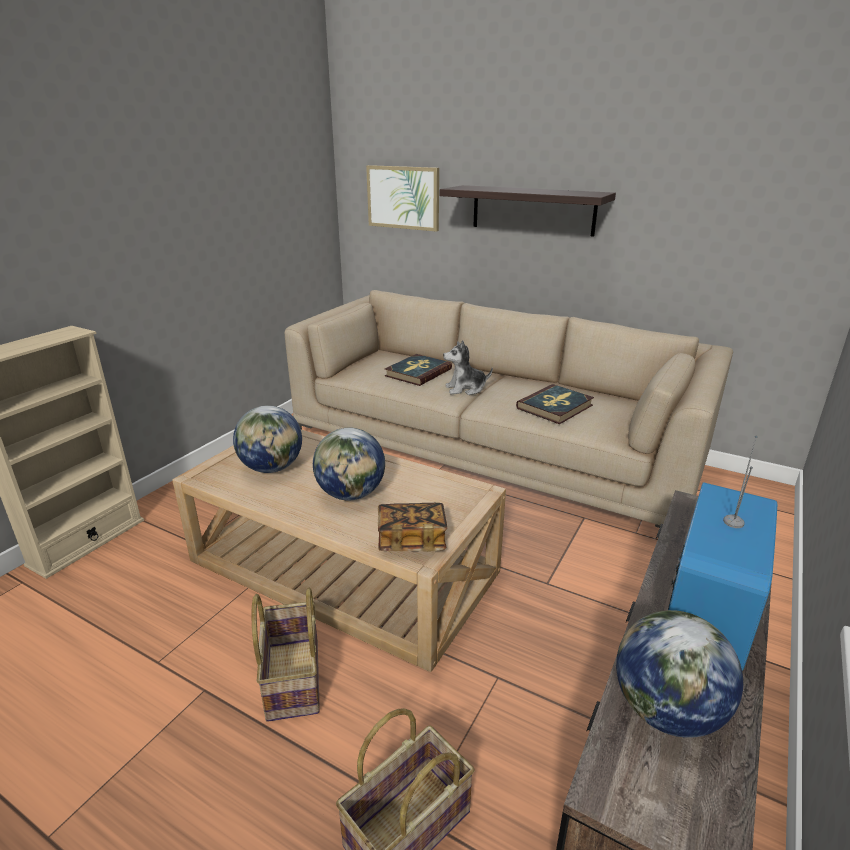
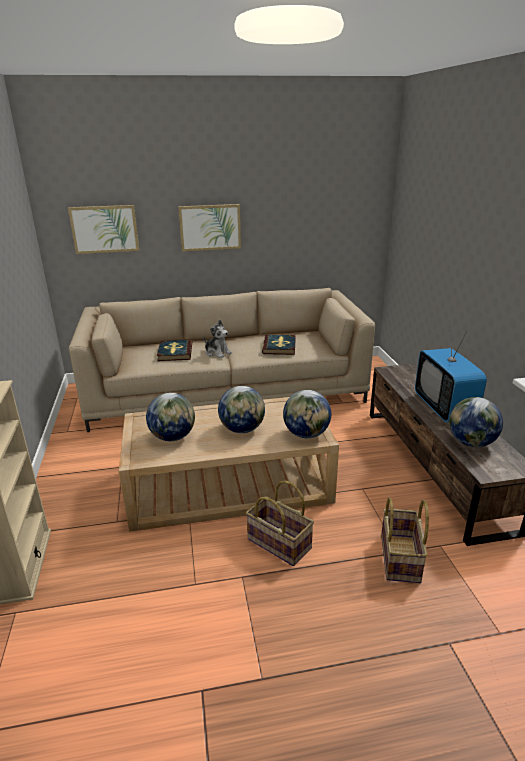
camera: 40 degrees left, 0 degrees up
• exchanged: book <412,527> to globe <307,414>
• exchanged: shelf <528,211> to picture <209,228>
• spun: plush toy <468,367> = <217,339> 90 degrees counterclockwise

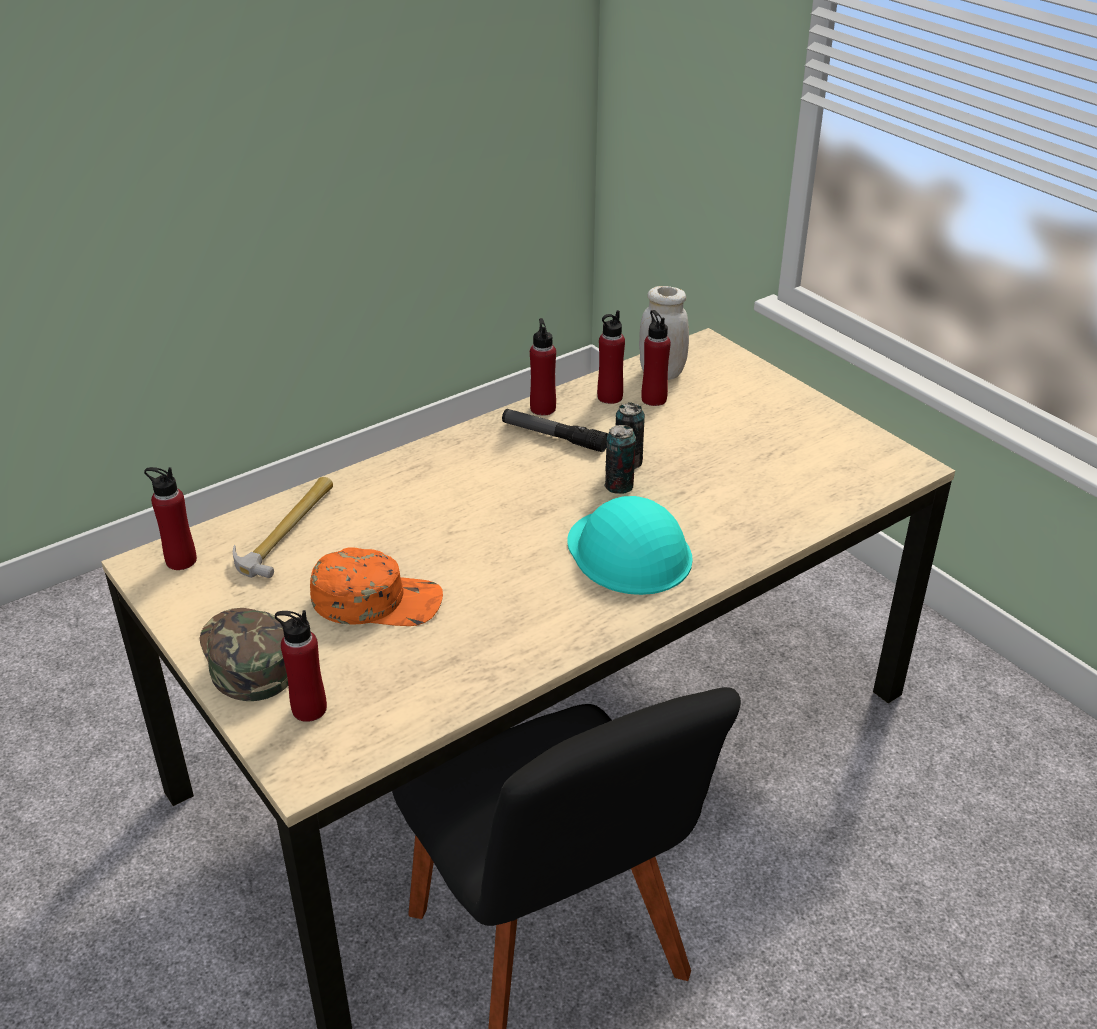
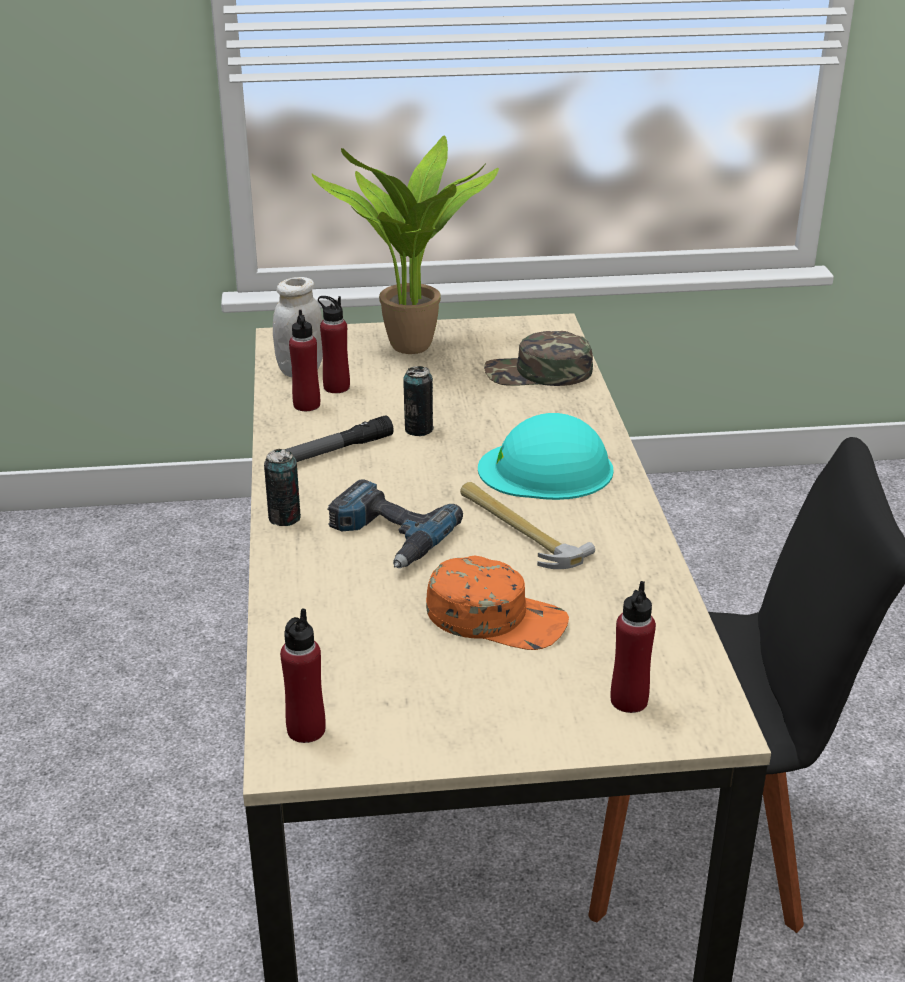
camera: 60 degrees left, 5 degrees down
• relocated: green cap <244,654> to <538,358>
• relocated: hammer <283,527> to <527,525>
• spun: orange cap <376,586> = <497,603> 75 degrees clockwise
• missing: red bottle <543,367>
• relocated: can <620,459> to <282,487>
• appeared: potted plant <405,245>
• appeared: power drill <395,523>

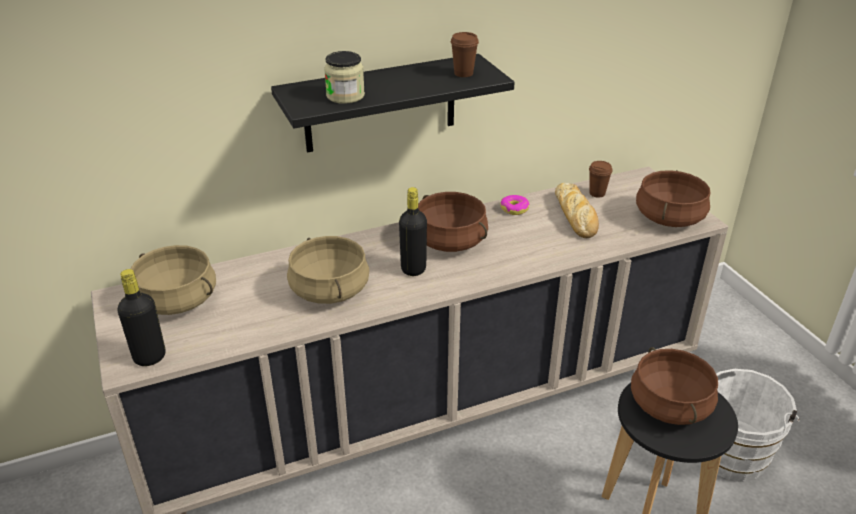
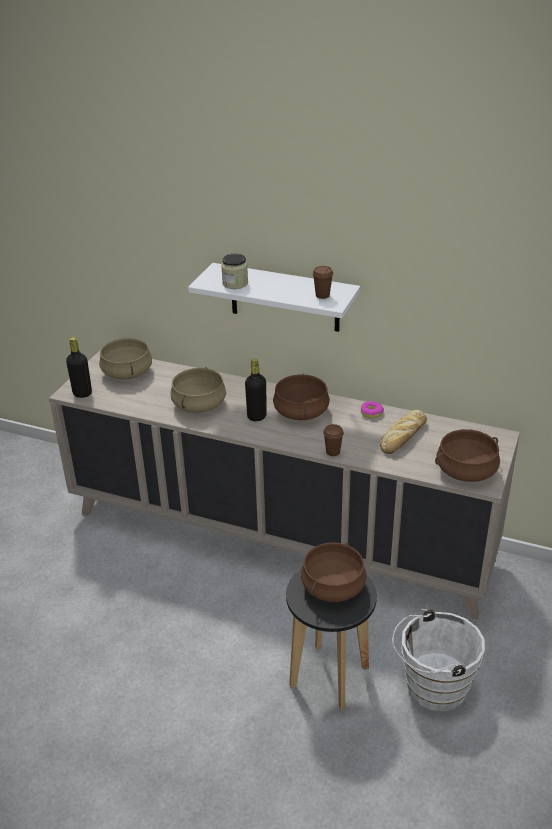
camera: 45 degrees right, 0 degrees up
• colour: black shelf <393,103> to white shelf <274,297>
• relocated: brown cup <601,179> to <333,440>

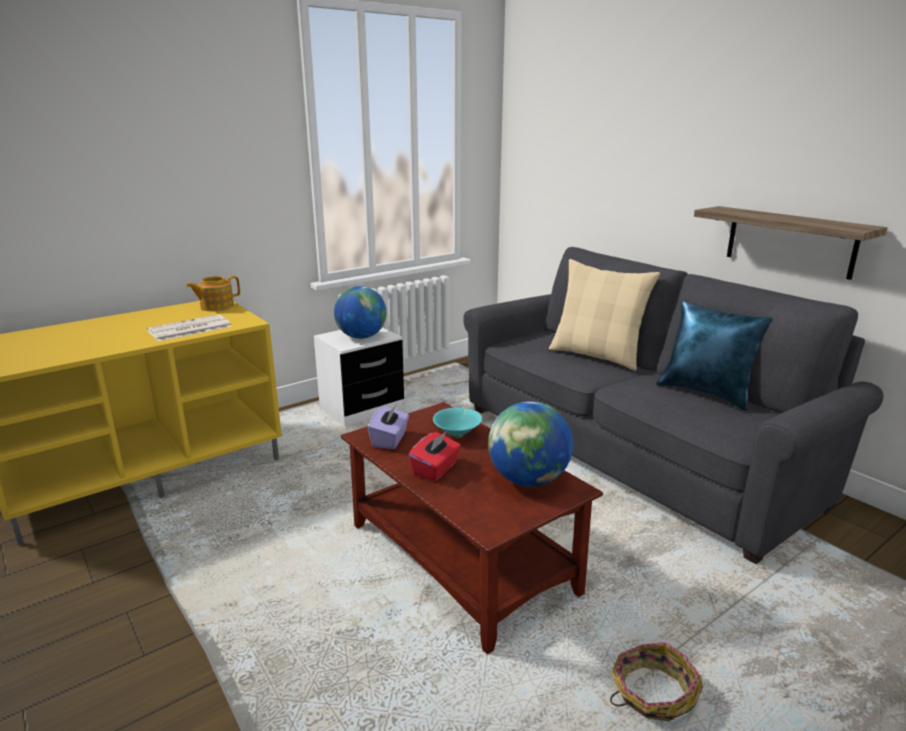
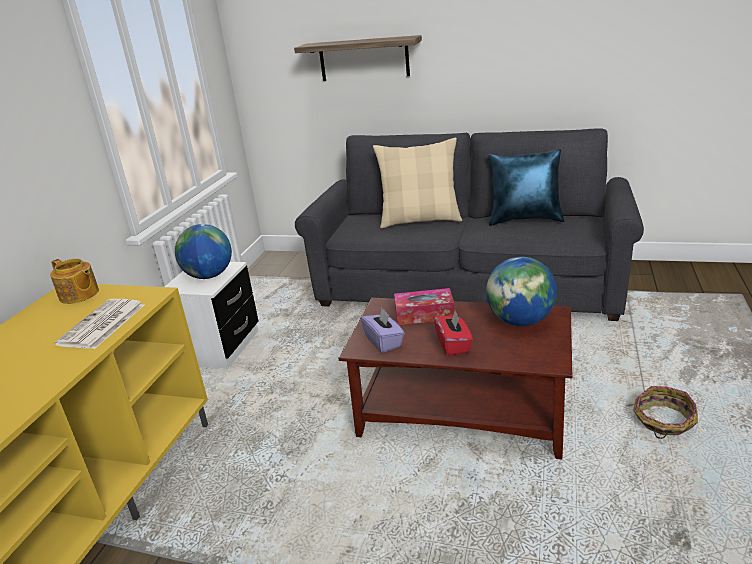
camera: 35 degrees left, 5 degrees up
• spun: teapot <213,293> = <74,281> 75 degrees counterclockwise
• exchanged: turquoise bowl <457,422> to tissue box <424,306>
• relocated: shelf <790,243> to <358,58>

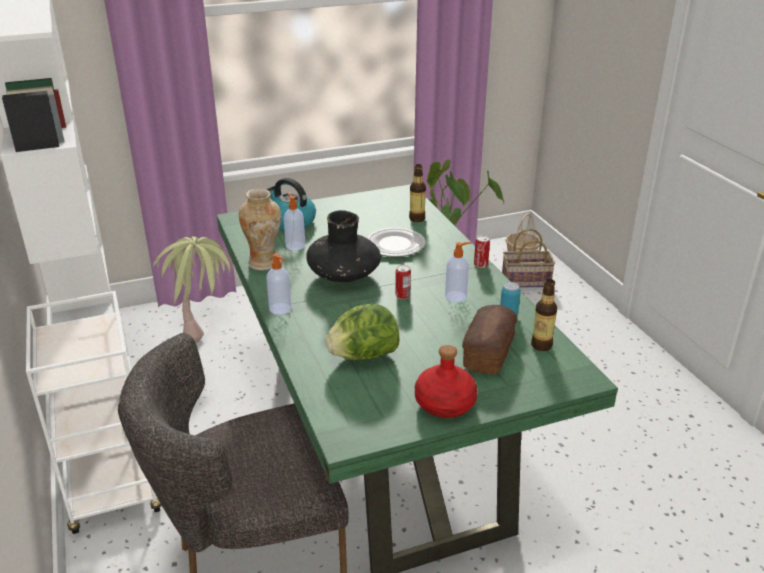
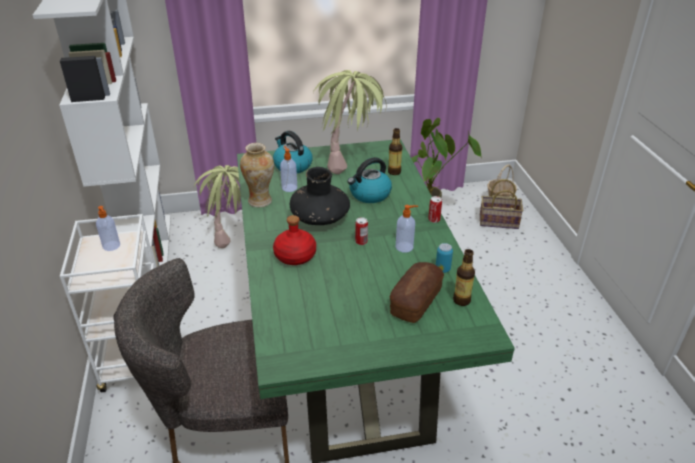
camera: 10 degrees right, 5 degrees up
• relocated: soap dispenser <278,284> to <108,228>
• missing: lettuce <363,332>
• exchanged: plate <396,242> to kettle <369,180>
• relocated: red bottle <446,381> to <294,240>
• appeared: potted plant <349,122>

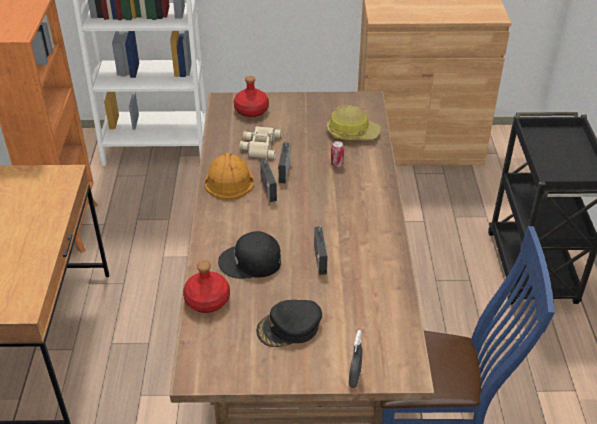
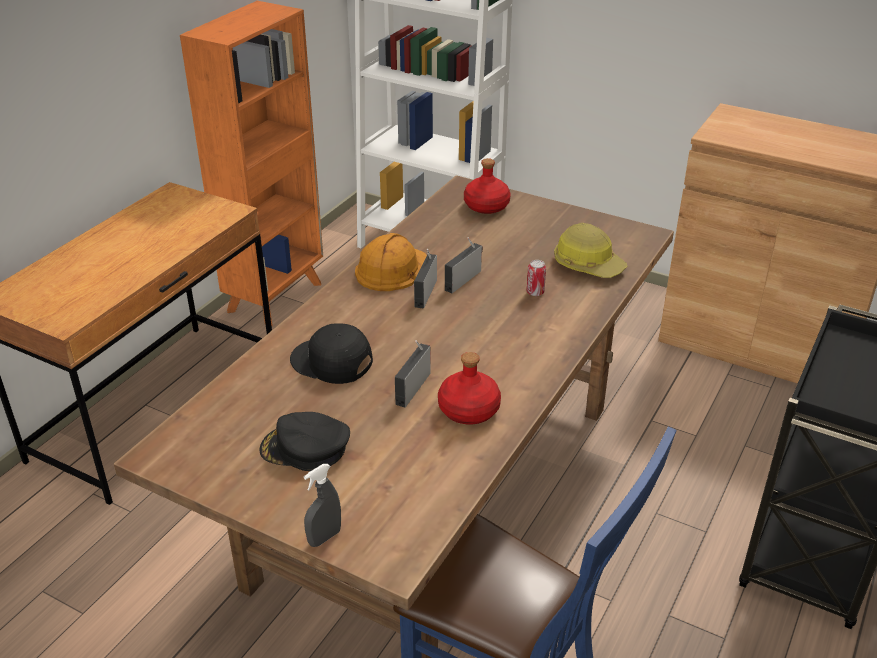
camera: 30 degrees right, 5 degrees down
• relocated: red bottle <206,287> to <469,388>
• missing: beige binoculars <260,142>

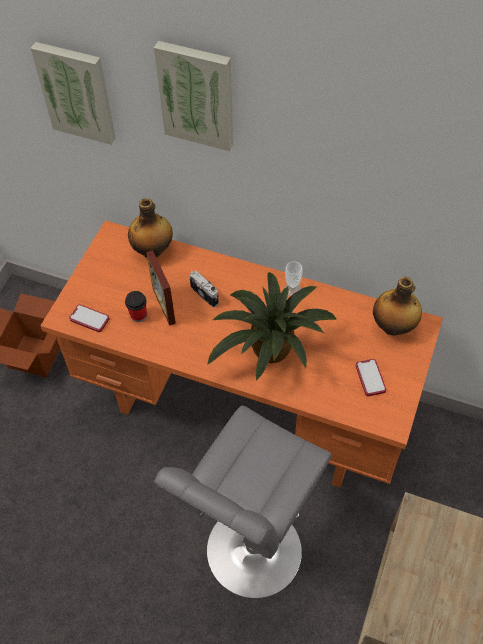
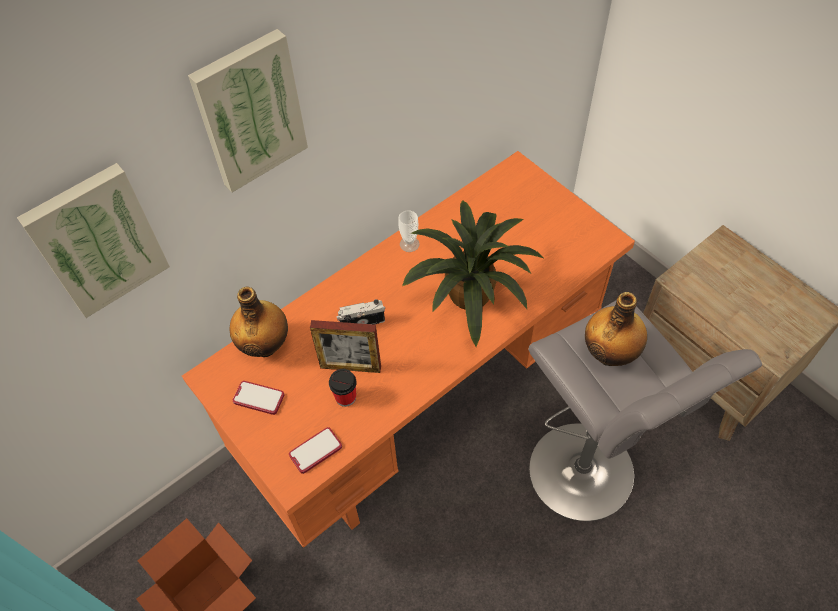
camera: 60 degrees left, 0 degrees up
• relocated: phone <370,377> to <258,398>
• relocated: bottle <397,306> to <616,329>

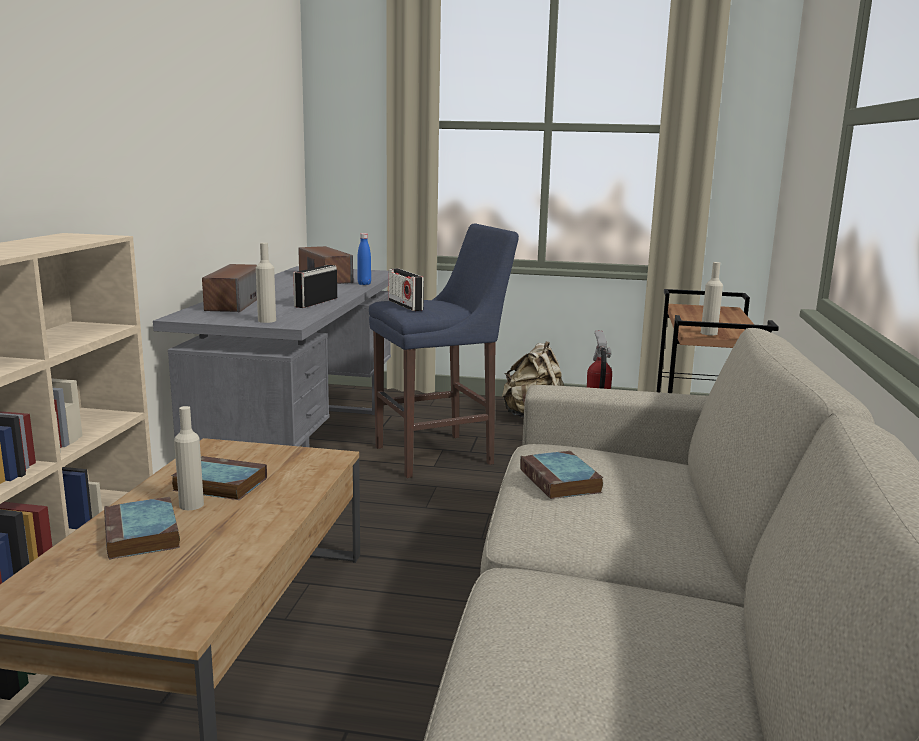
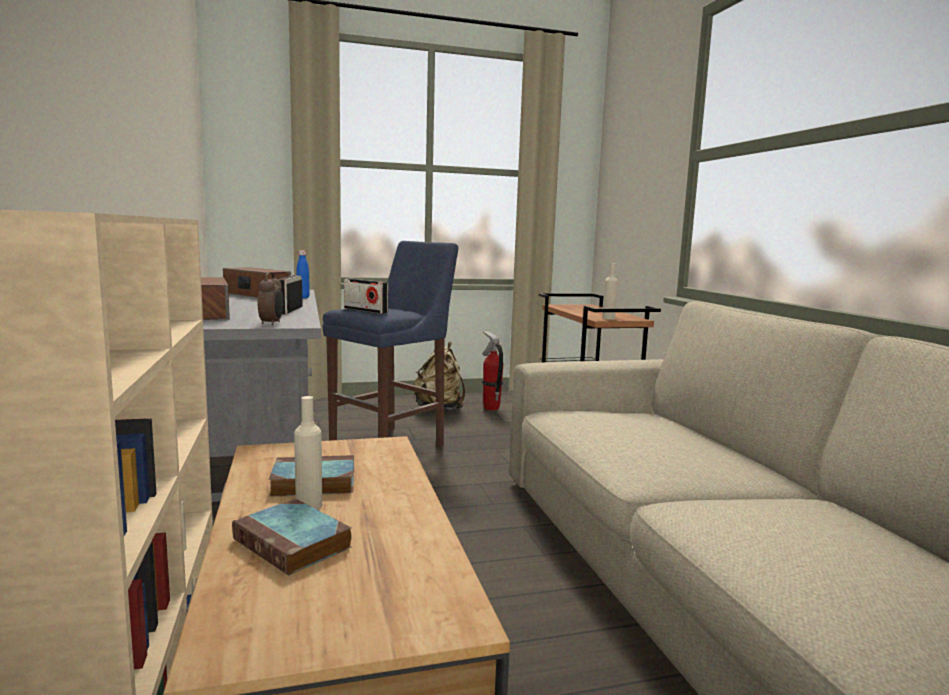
camera: 25 degrees left, 5 degrees down
• exchanged: beige bottle <266,283> to alarm clock <270,298>
• missing: book <561,475>

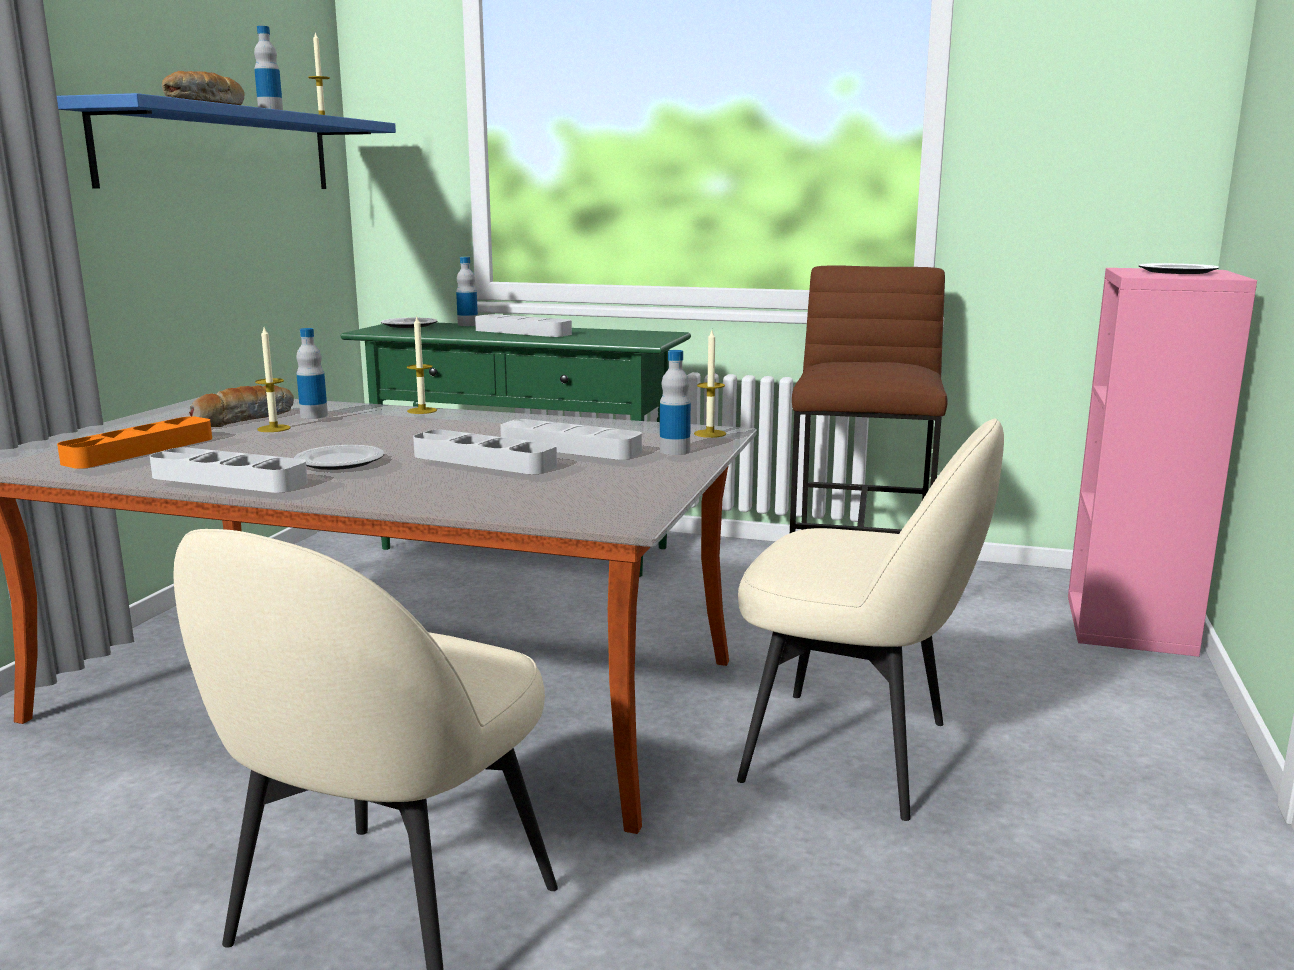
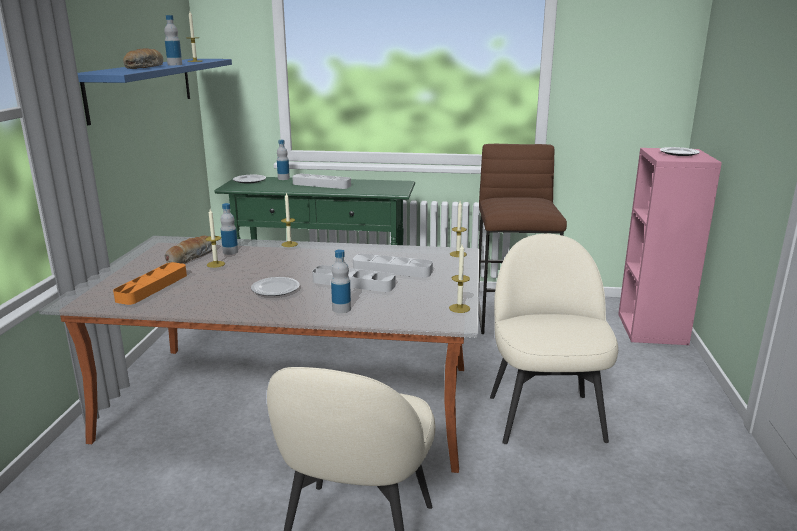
camera: 10 degrees left, 5 degrees up
• missing: grey tray <229,470>
• relocated: bottle <675,402> to <341,281>
• spun: beige chair <870,619> = <554,339> 105 degrees counterclockwise
• appeared: candle <459,279>

